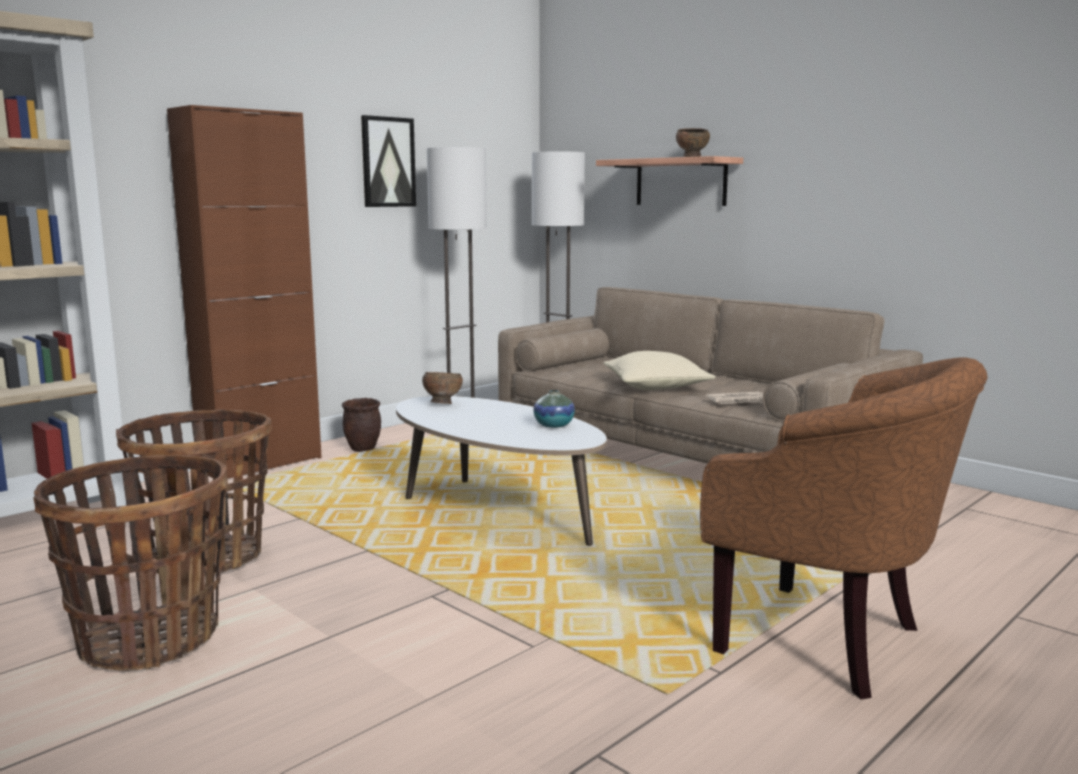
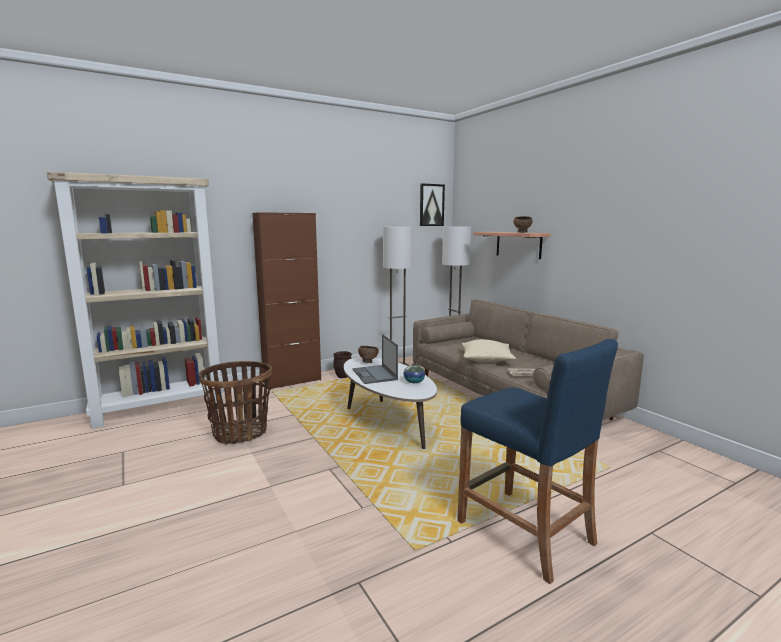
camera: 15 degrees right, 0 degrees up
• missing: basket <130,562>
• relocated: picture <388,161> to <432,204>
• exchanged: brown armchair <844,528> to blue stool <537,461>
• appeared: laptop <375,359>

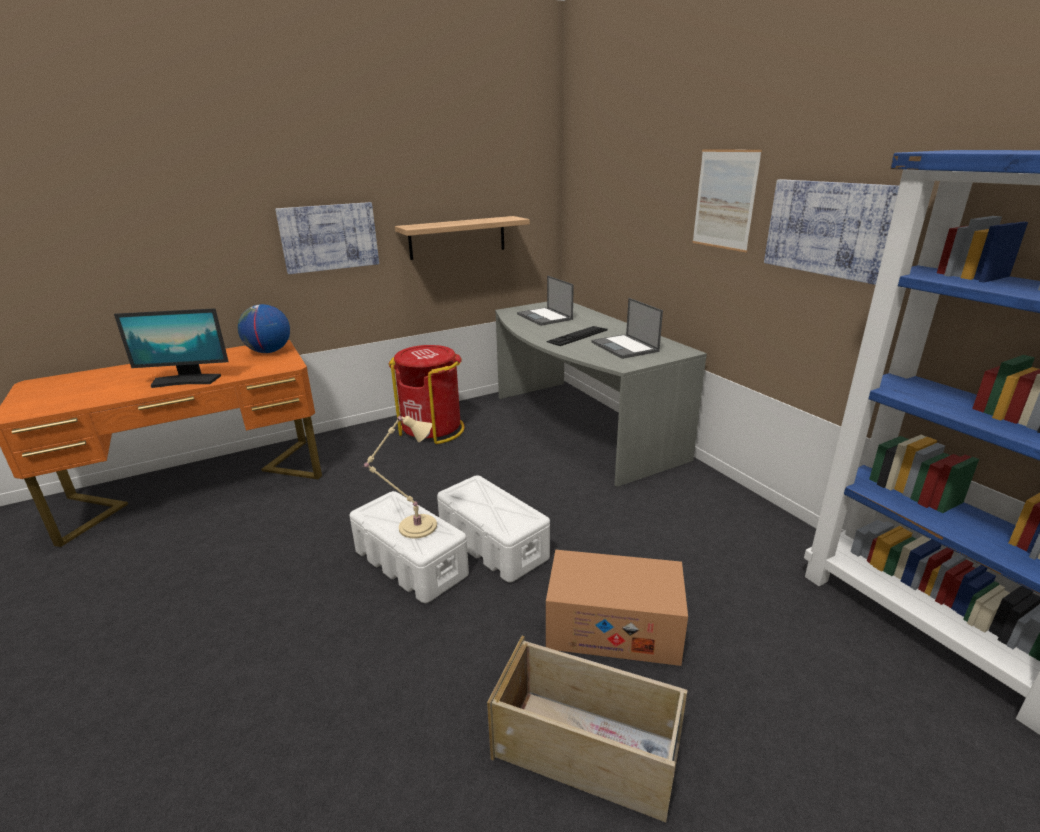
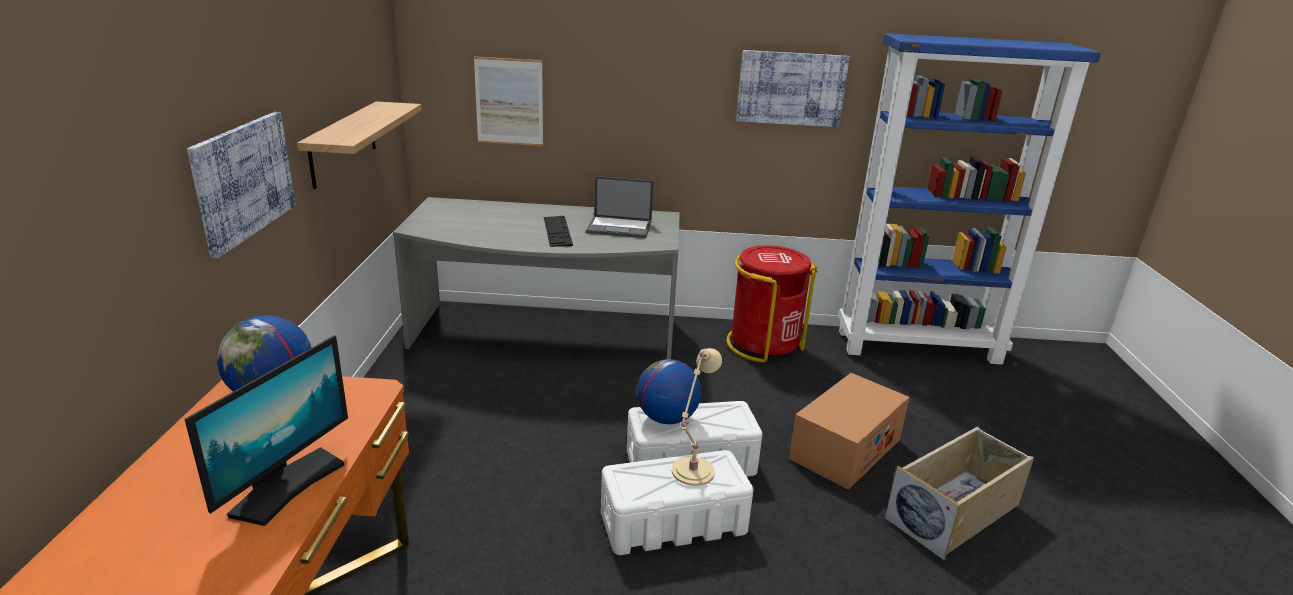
camera: 60 degrees left, 0 degrees up
• relocated: red trash can <427,394> to <771,304>
• missing: laptop <545,301>
• relocated: picture <727,200> to <508,101>
• appeared: globe <669,391>

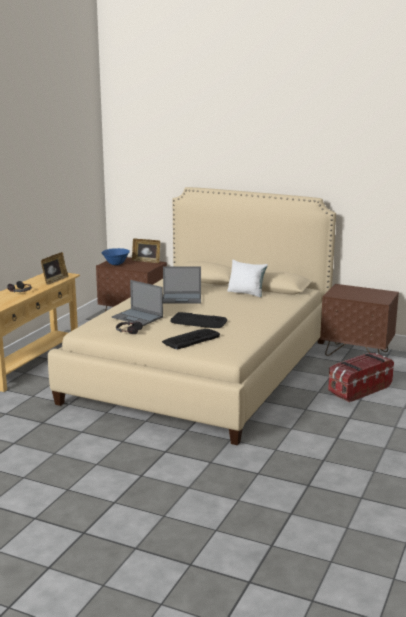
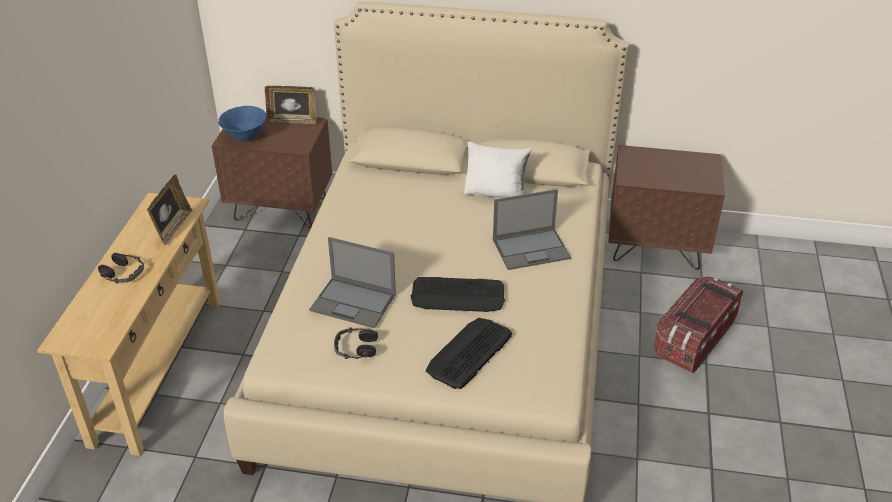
camera: 15 degrees left, 20 degrees up
• relocated: laptop <182,285> to <532,229>

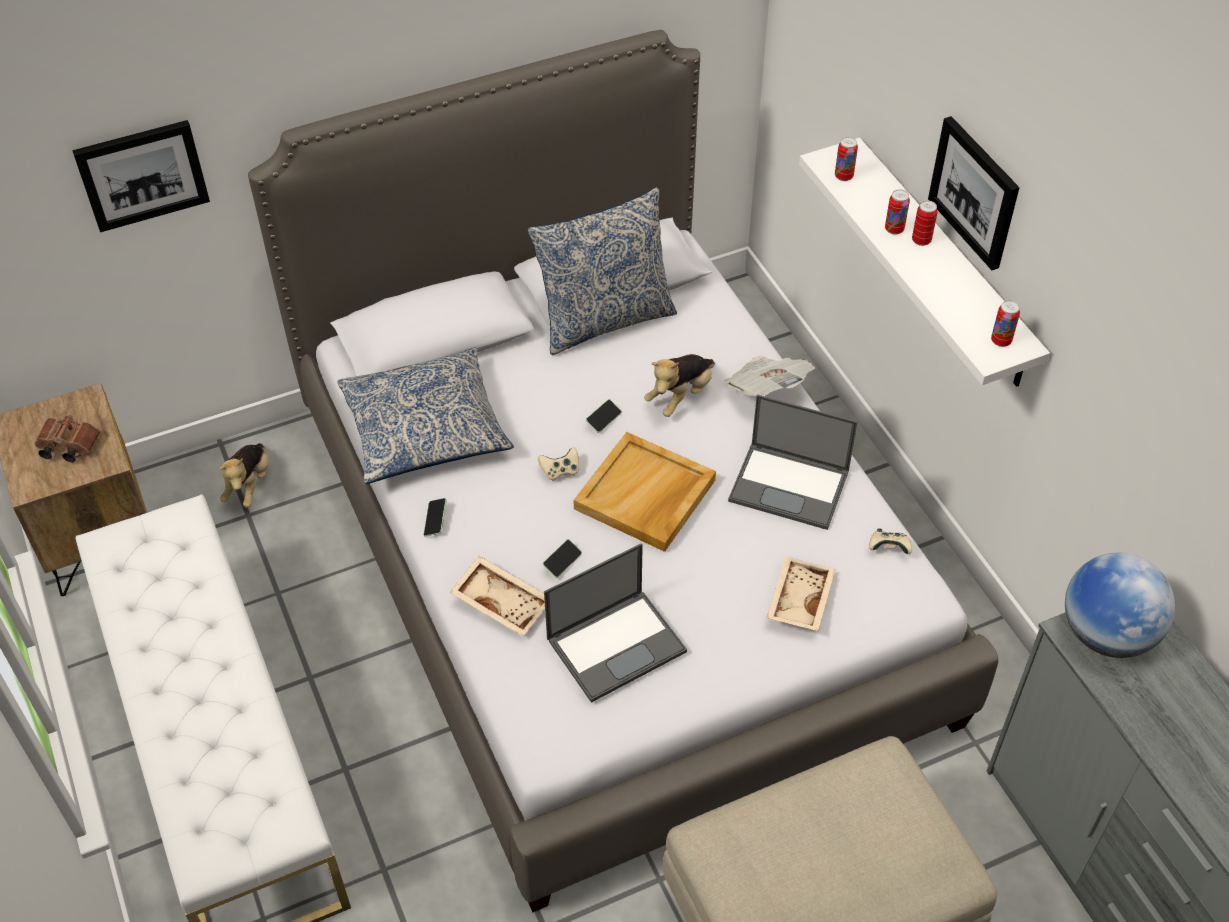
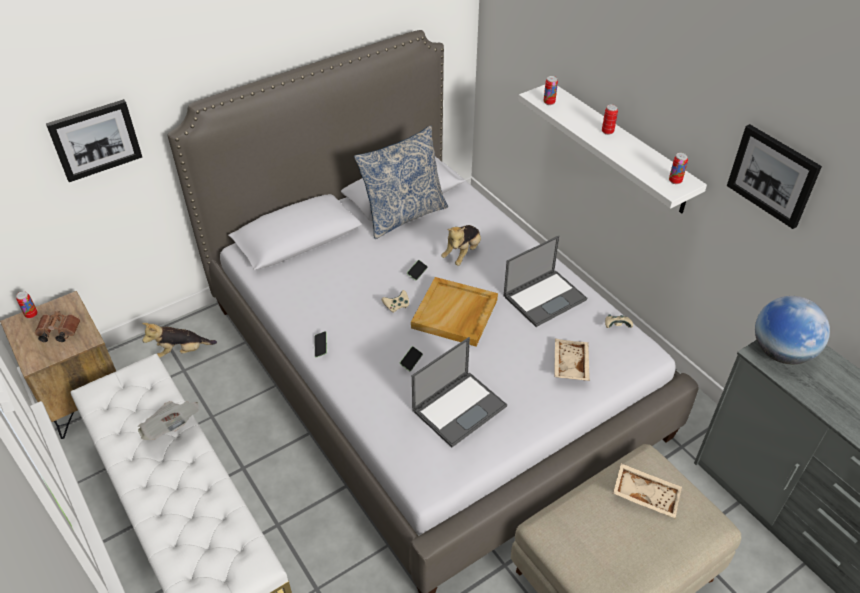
camera: 10 degrees left, 5 degrees down
• spun: plush toy <244,475> = <179,340> 75 degrees clockwise
• missing: pillow <425,415>
• relocated: beige tray <497,596> to <647,490>
• relocated: newspaper <769,376> to <168,420>
• spun: laptop <793,462> = <545,281> 45 degrees counterclockwise
• relocated: can <897,212> to <27,305>
• relocated: picture <973,193> to <774,176>

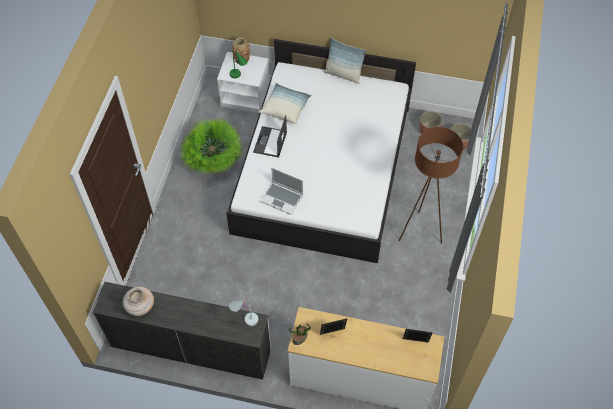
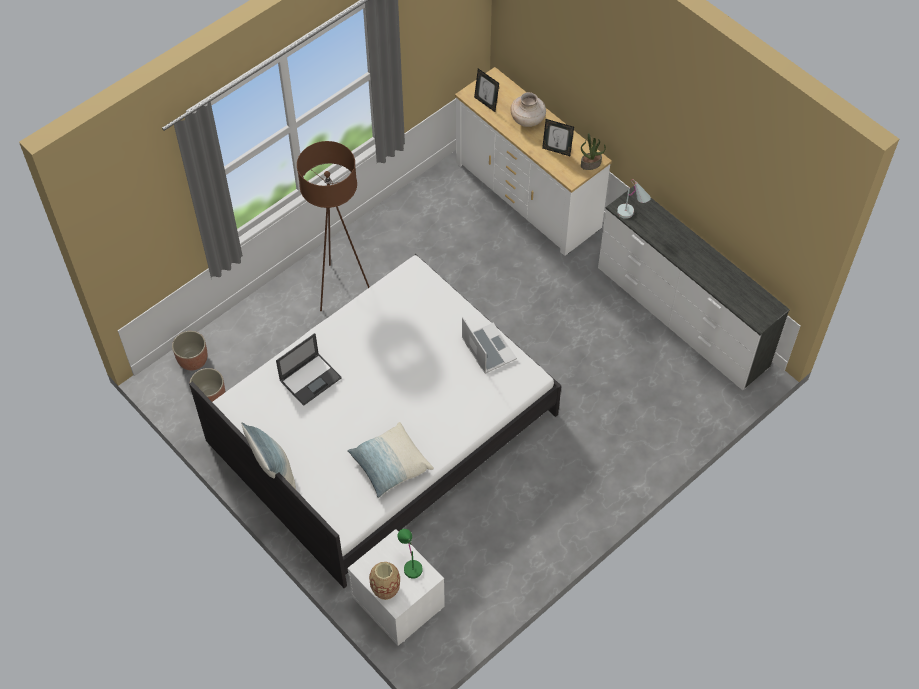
camera: 145 degrees left, 0 degrees up
• relocated: beige vase <138,301> to <528,109>
• missing: potted plant <211,146>
• relocated: laptop <270,136> to <309,369>

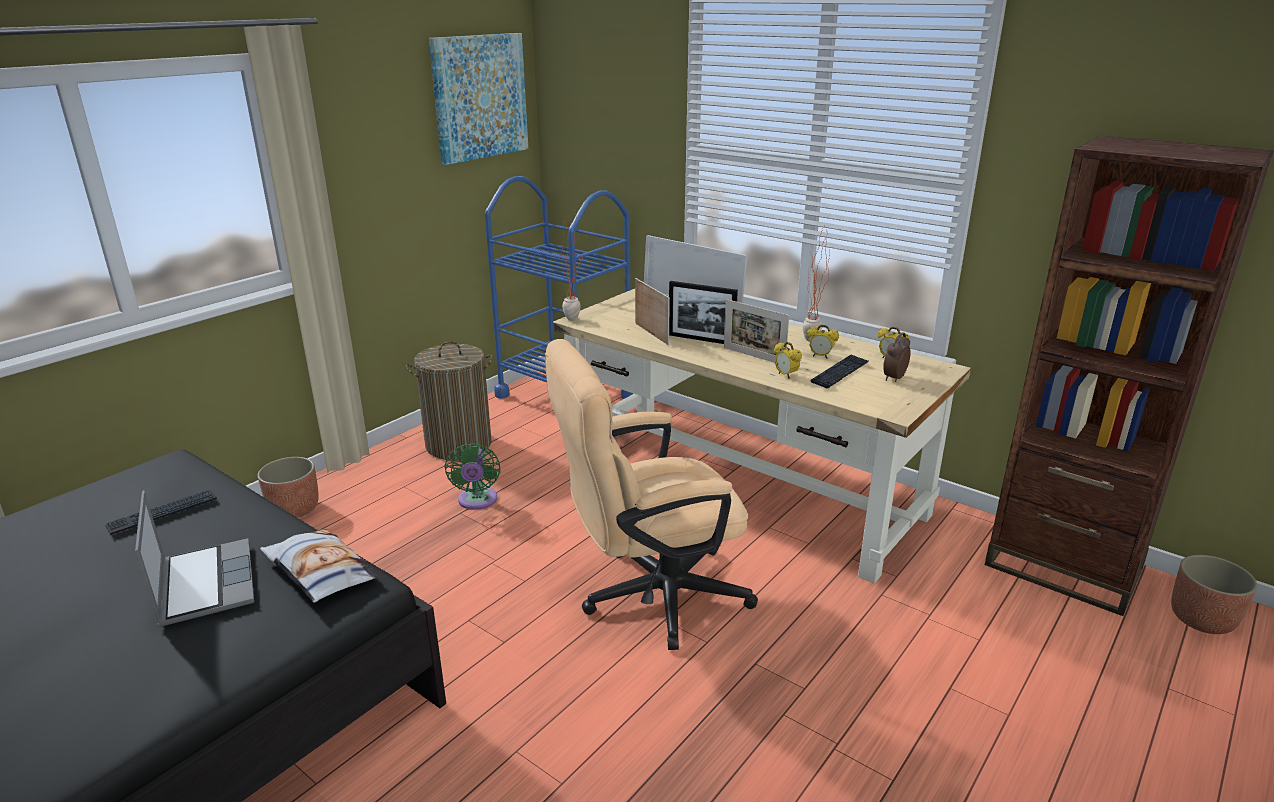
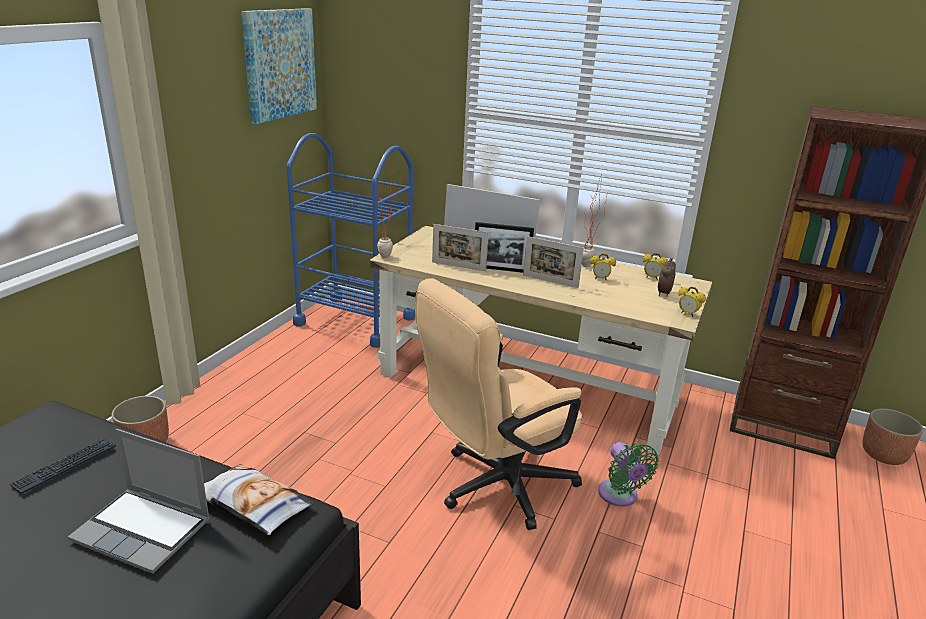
camera: 15 degrees left, 0 degrees up
• spun: laptop <194,558> = <139,501> 150 degrees clockwise
• missing: laundry basket <449,400>
• relocated: green fan <472,476> to <628,474>
• spun: picture frame <652,311> = <460,247> 150 degrees clockwise
• relocated: alarm clock <788,360> to <692,302>
• missing: keyboard <840,371>

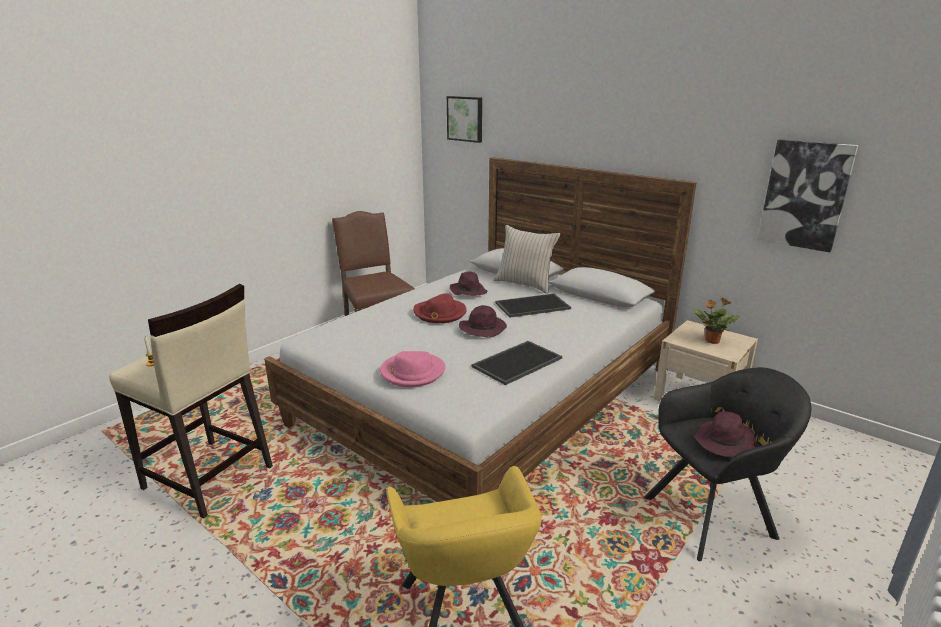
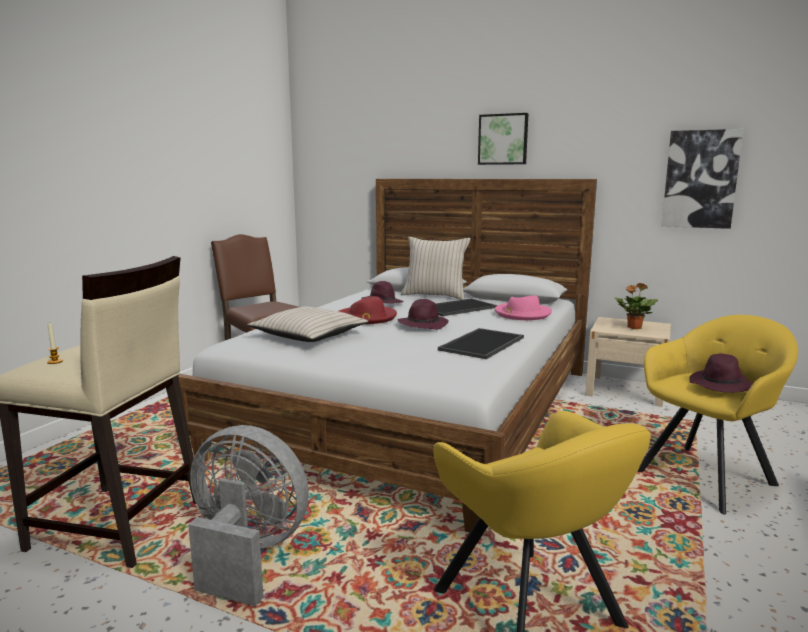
camera: 15 degrees left, 10 degrees down
• relocated: pink hat <413,369> to <523,308>
• relocated: picture <464,119> to <503,139>
• colour: black armchair <728,464> to yellow armchair <717,414>
• appeared: grey fan <248,515>
• appeared: beige pillow <308,324>

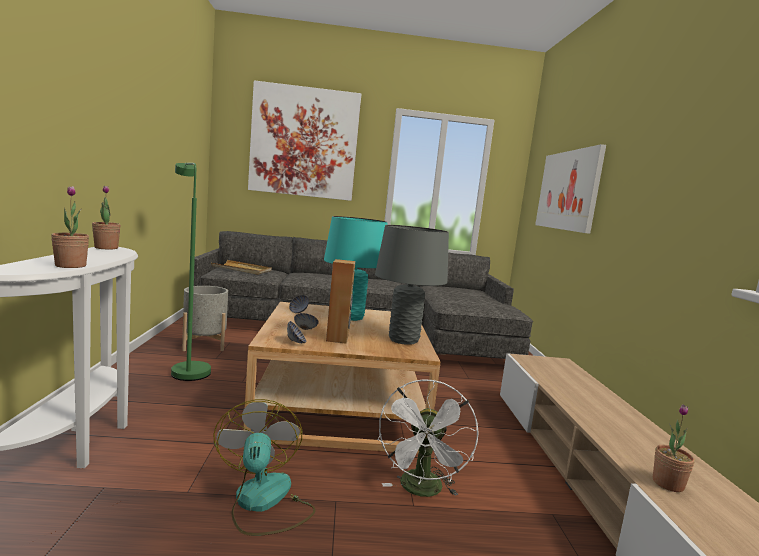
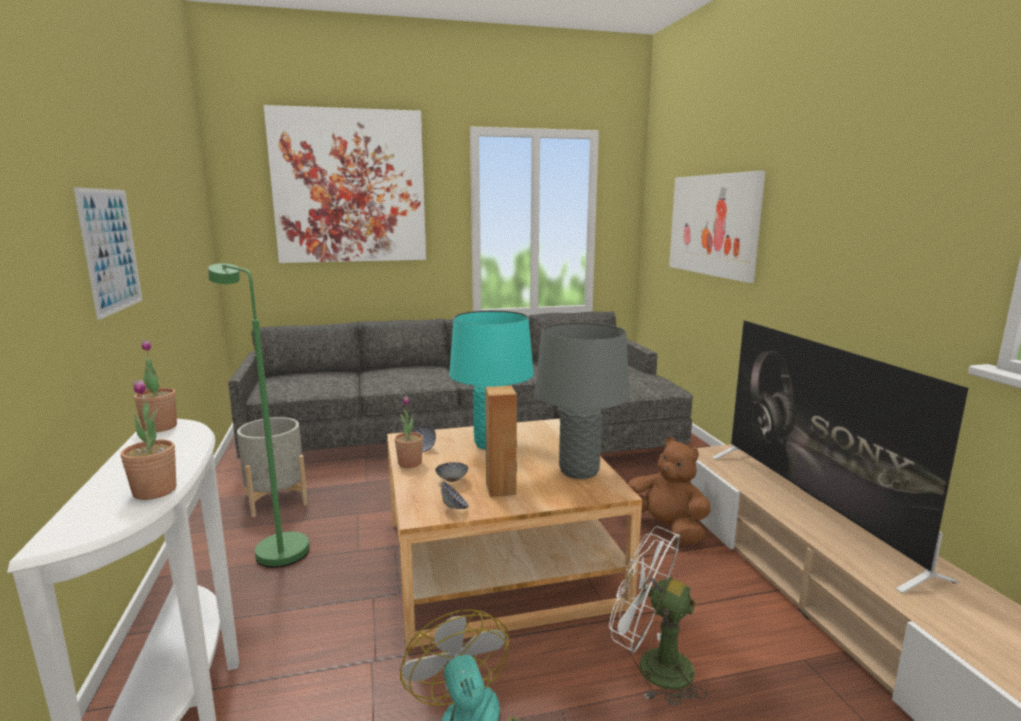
camera: 10 degrees left, 5 degrees up
• missing: beige tray <241,267>
• spun: white fan <428,438> = <658,616> 120 degrees clockwise
• relocated: potted plant <674,448> to <409,432>
• appeared: picture <108,253>
• appeared: brown plush toy <669,490>
• appeared: television <840,457>

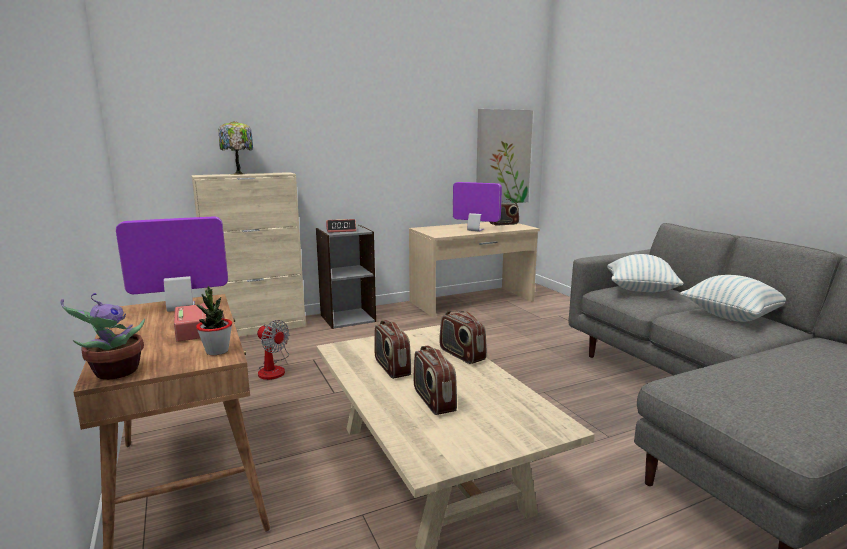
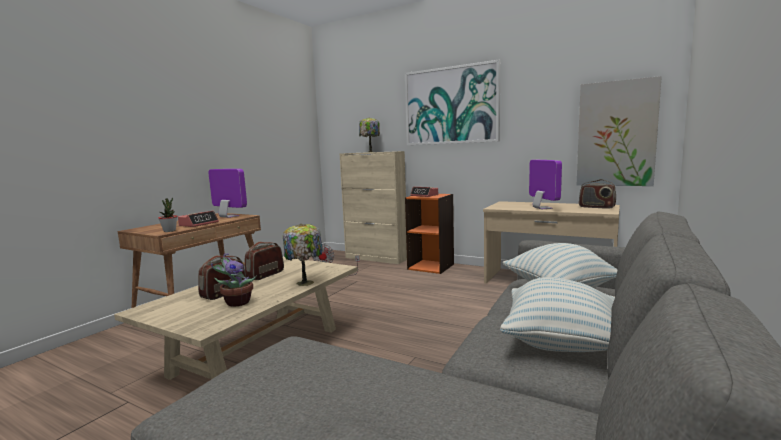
camera: 55 degrees right, 5 degrees down
• relocated: potted plant <102,336> to <234,280>
• colour: grey bookcase <346,277> to orange bookcase <429,234>
• exchanged: radio <463,337> to table lamp <303,255>
• appeared: picture <452,102>

